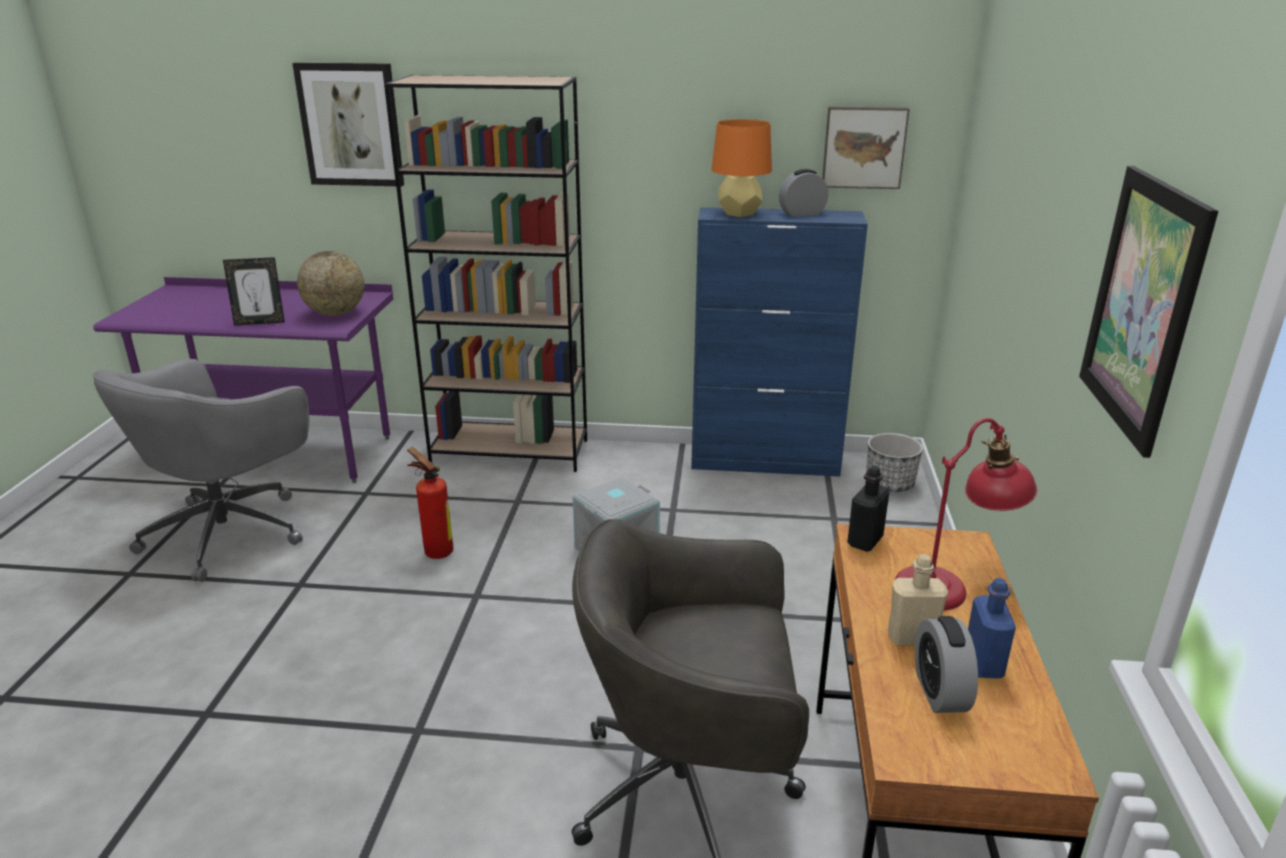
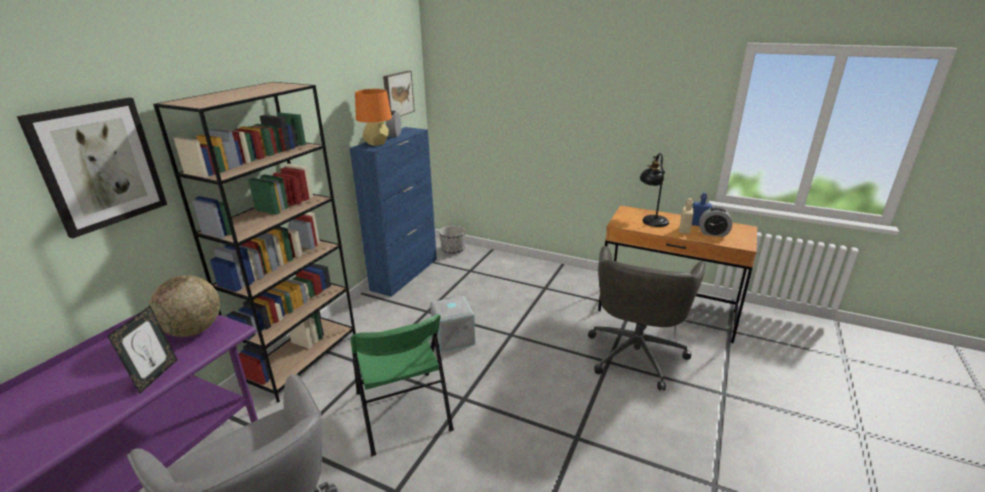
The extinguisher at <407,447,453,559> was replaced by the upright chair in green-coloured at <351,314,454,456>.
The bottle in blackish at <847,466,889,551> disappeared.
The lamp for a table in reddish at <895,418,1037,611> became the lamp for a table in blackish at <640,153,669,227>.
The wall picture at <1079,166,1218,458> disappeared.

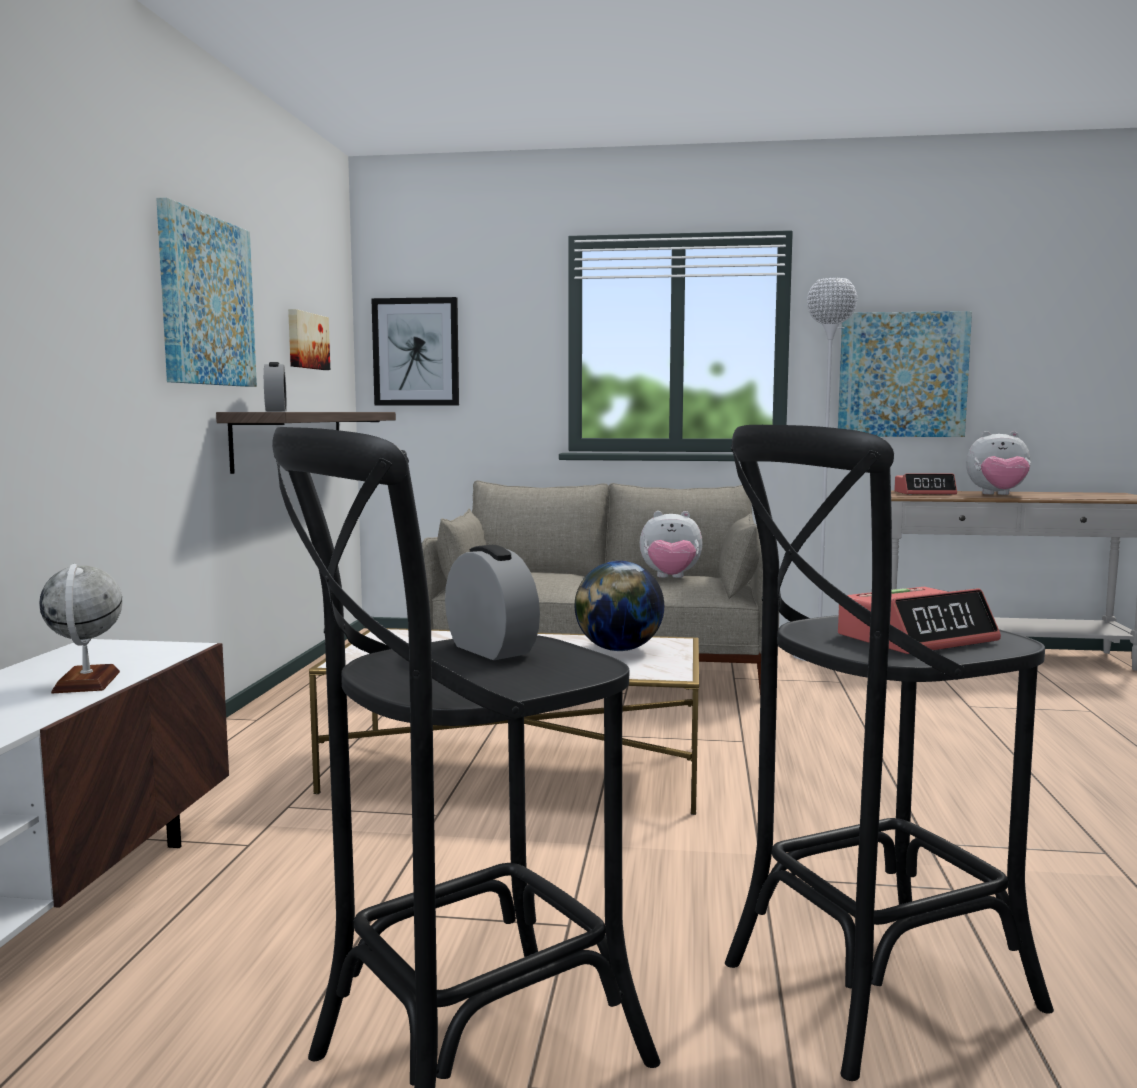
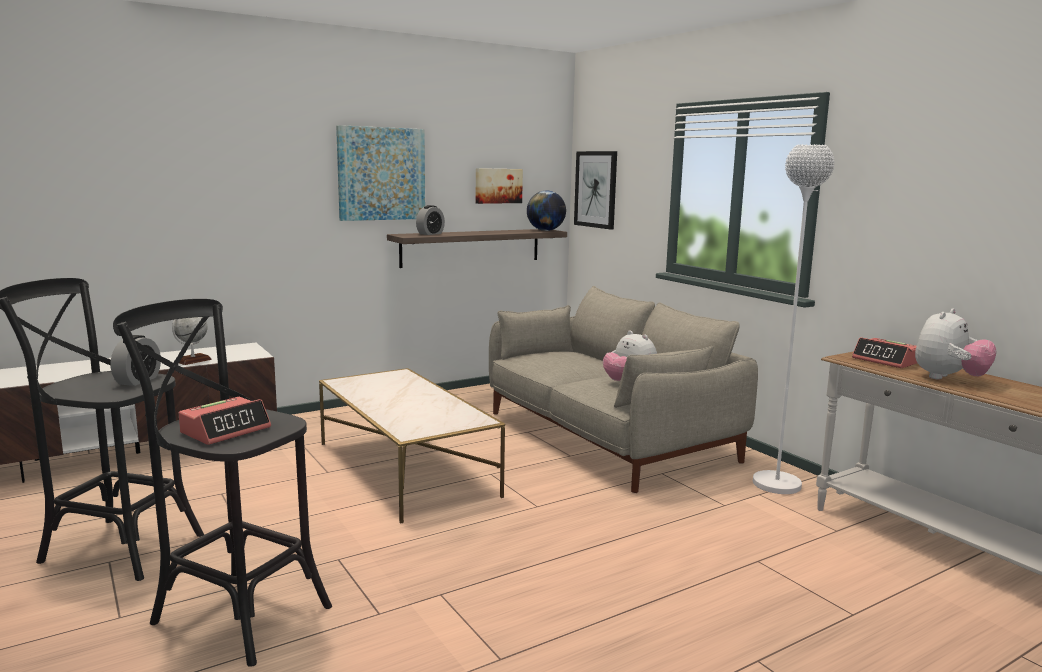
The desk globe moved from <575,561,664,651> to <527,191,566,231>.
The wall picture at <838,311,972,437> disappeared.
The alarm clock at <838,587,1001,654> turned 75 degrees counterclockwise.
The soft toy at <966,431,1031,495> turned 105 degrees counterclockwise.

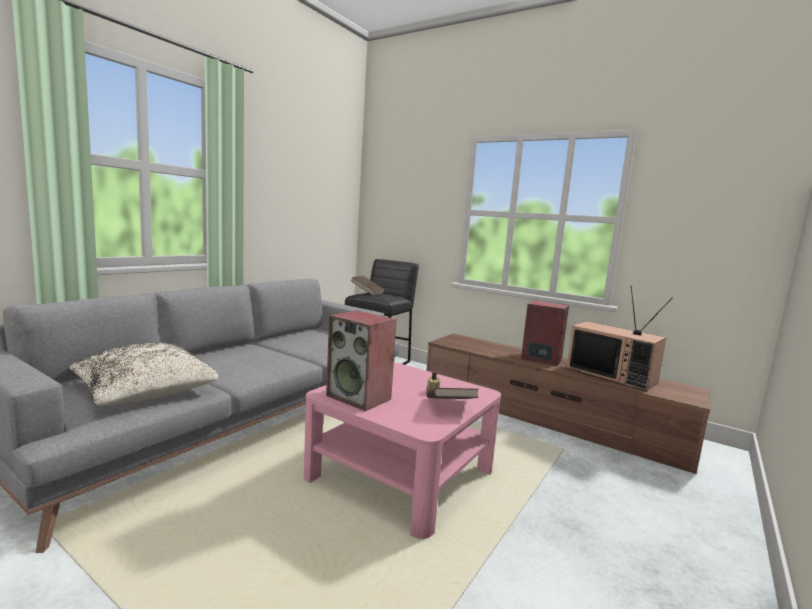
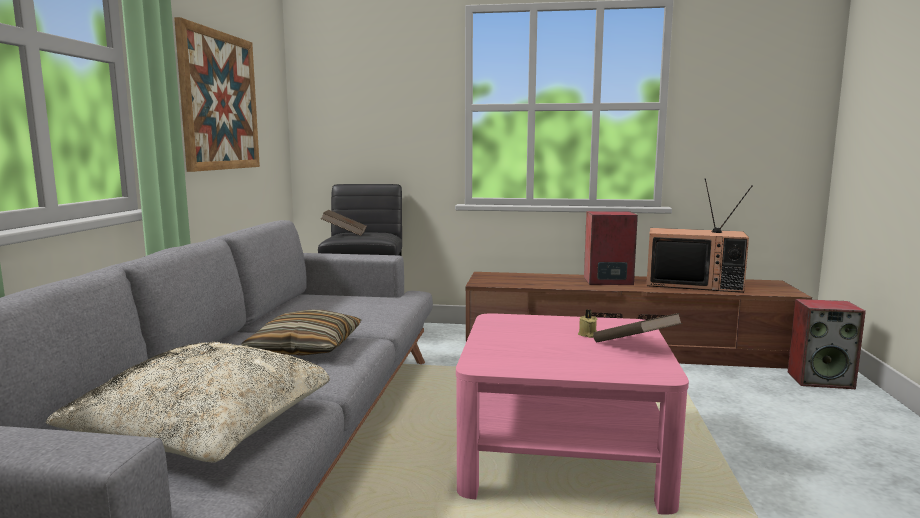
The audio speaker moved from <326,310,397,411> to <788,299,866,389>.
The wall picture at <174,17,260,172> appeared.
The cushion at <241,310,361,356> appeared.

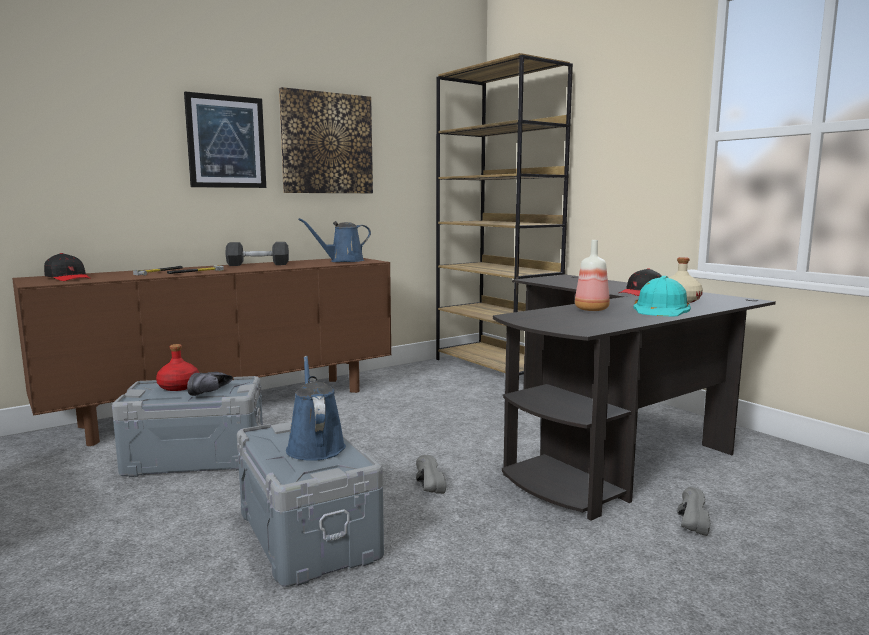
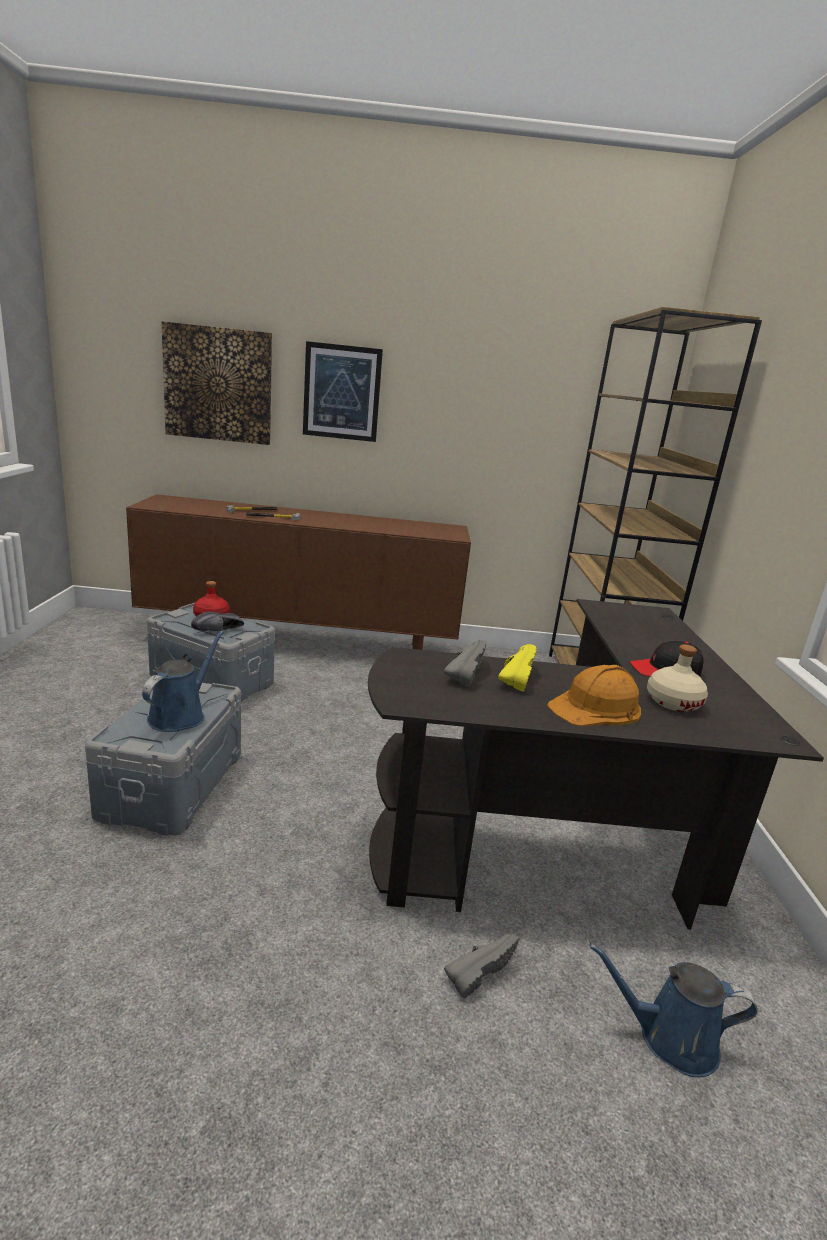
The cap in blackish at <44,253,90,281> disappeared.
The dumbbell in blackish at <226,242,289,266> disappeared.
The wall picture moved from <279,87,373,193> to <161,321,272,445>.
The sprinkling can in bluish moved from <298,218,371,262> to <589,943,758,1077>.
The item of footwear in gray moved from <416,455,446,494> to <444,640,487,687>.
The bottle at <575,240,610,311> was replaced by the item of footwear in yellowish at <498,644,537,692>.
The safety helmet in blue-green at <634,276,691,317> became the safety helmet in orange-coloured at <547,665,641,726>.

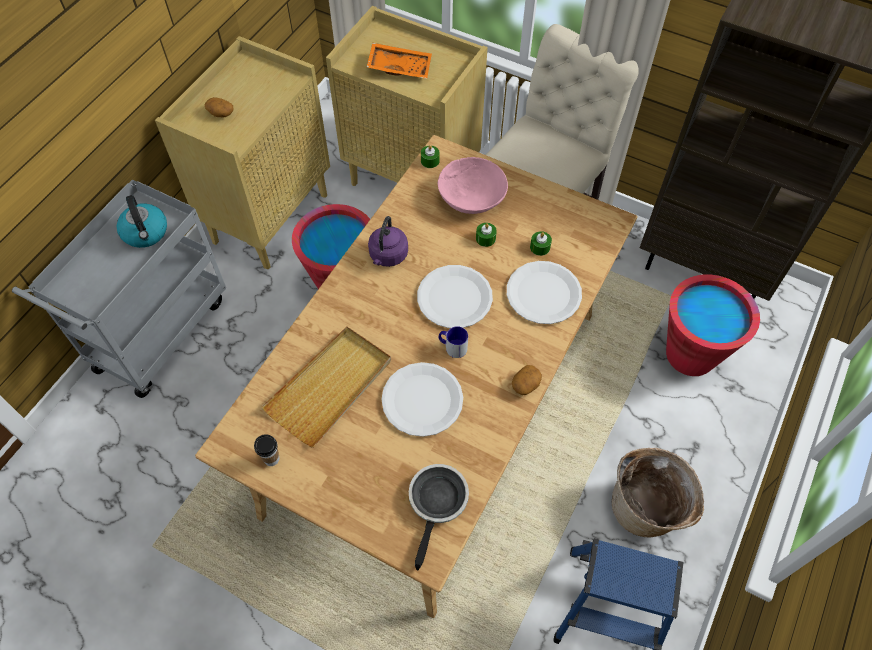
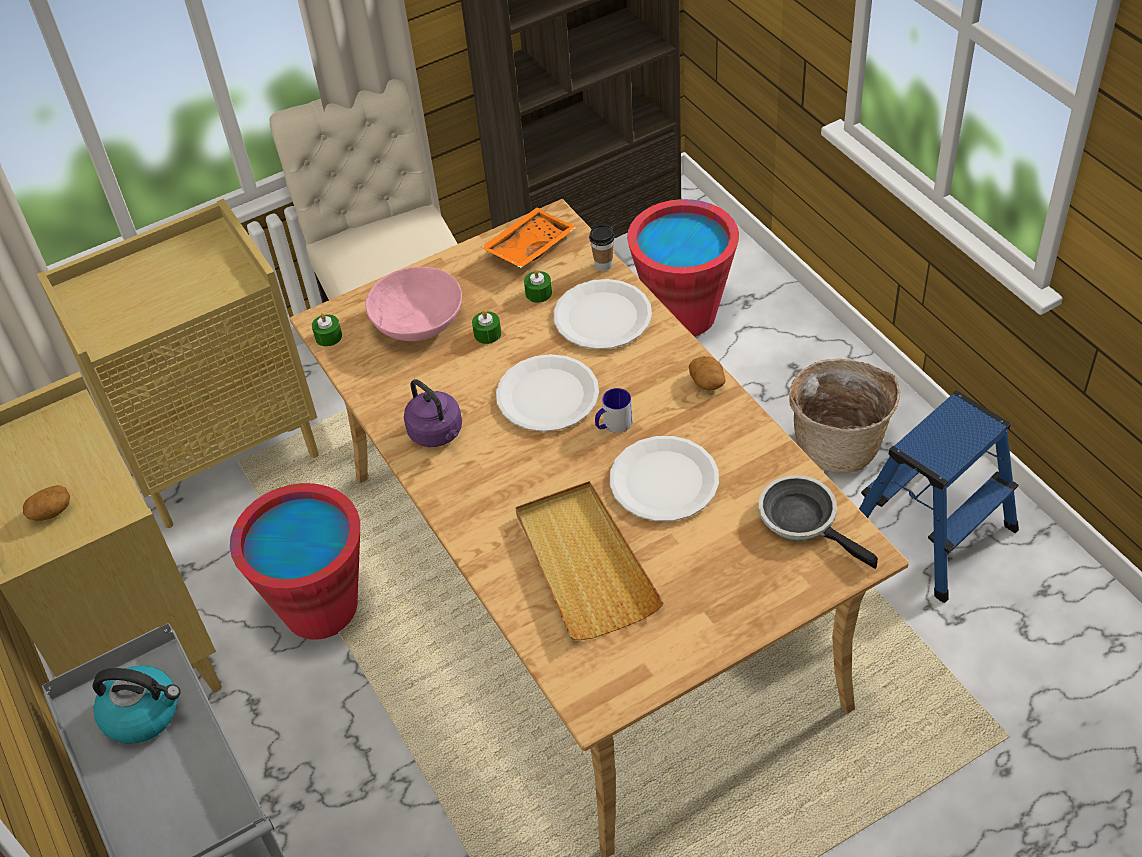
The small cup moved from <254,434,280,466> to <589,224,615,271>.
The serving tray in orange-coloured moved from <367,43,432,79> to <480,208,577,268>.

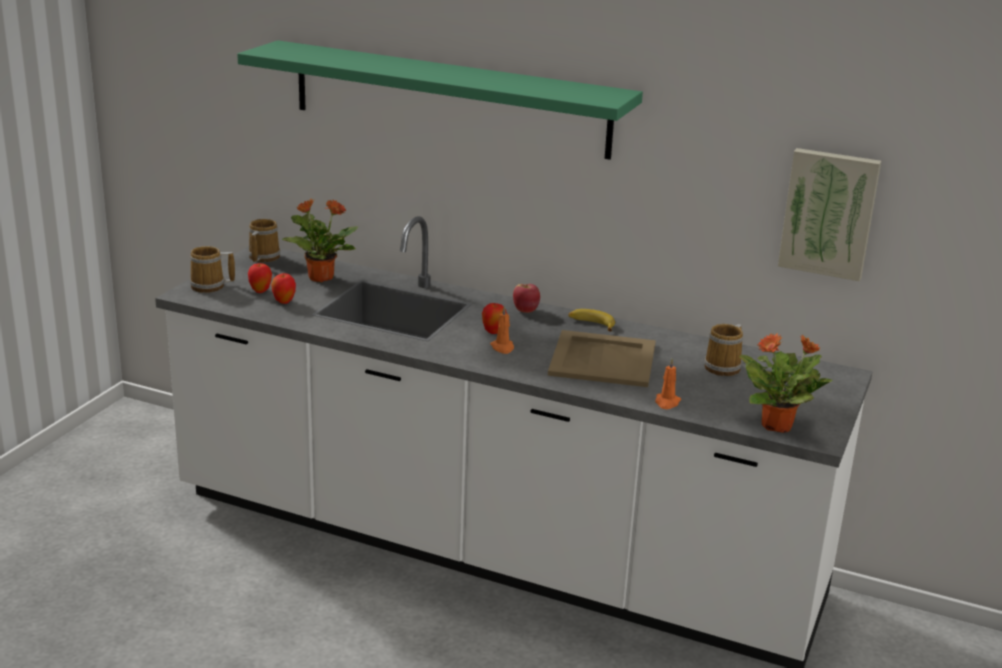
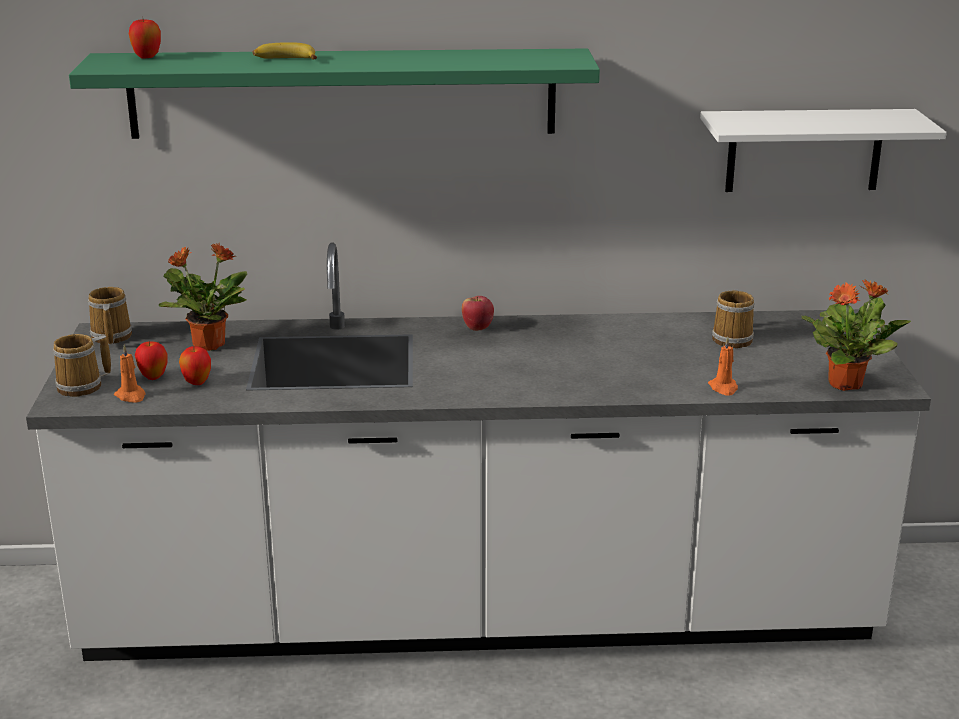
The apple fruit moved from <482,303,507,334> to <129,17,161,59>.
The wax candle in orange-coloured moved from <490,306,514,354> to <114,345,146,403>.
The serving tray in beige-coloured at <548,330,656,387> disappeared.
The whole banana moved from <568,309,615,331> to <253,42,317,60>.
The wall picture at <778,148,881,281> was replaced by the wall shelf in white-coloured at <700,109,947,192>.

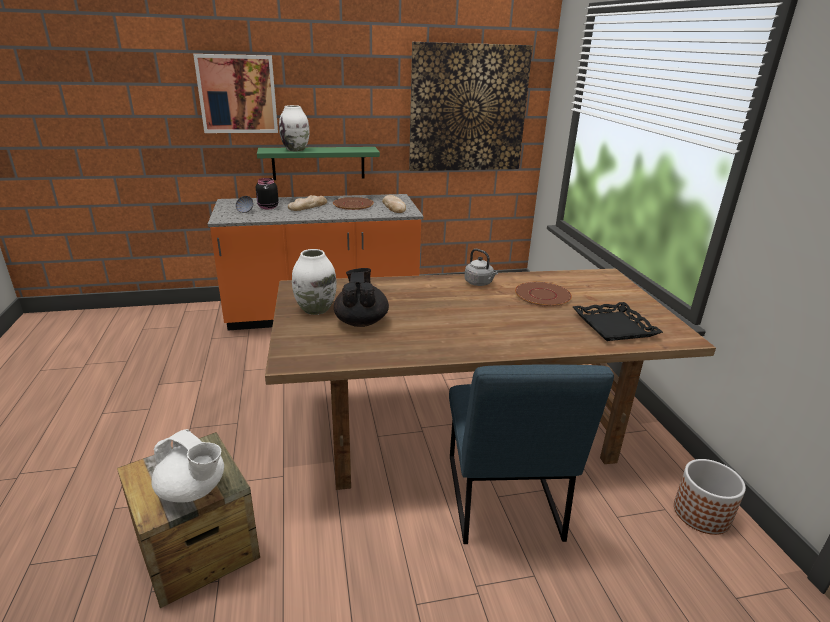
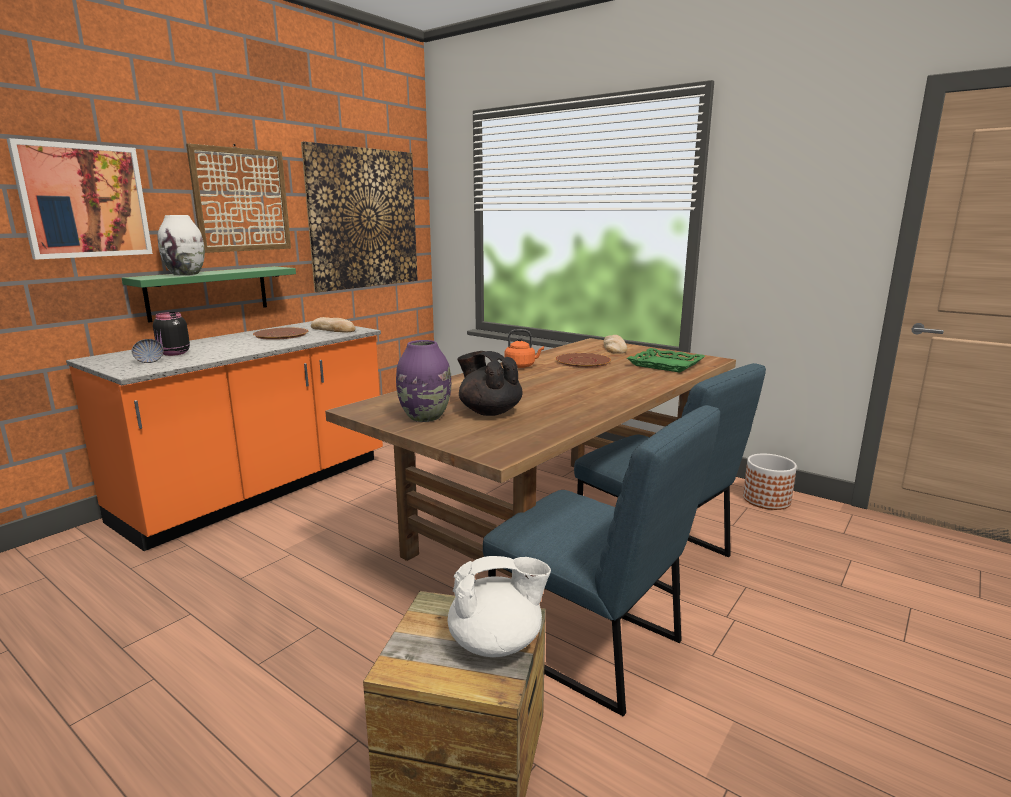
The bakery bread moved from <288,195,327,211> to <603,335,627,354>.
The vase in white-coloured at <292,249,337,315> became the vase in purple at <396,340,451,422>.
The kettle in gray at <464,249,498,286> became the kettle in orange-coloured at <504,329,544,368>.
The serving tray in blackish at <573,302,663,341> became the serving tray in green-coloured at <627,348,705,373>.
The wall picture at <186,143,291,253> appeared.
The upright chair in bluish at <483,405,720,716> appeared.

